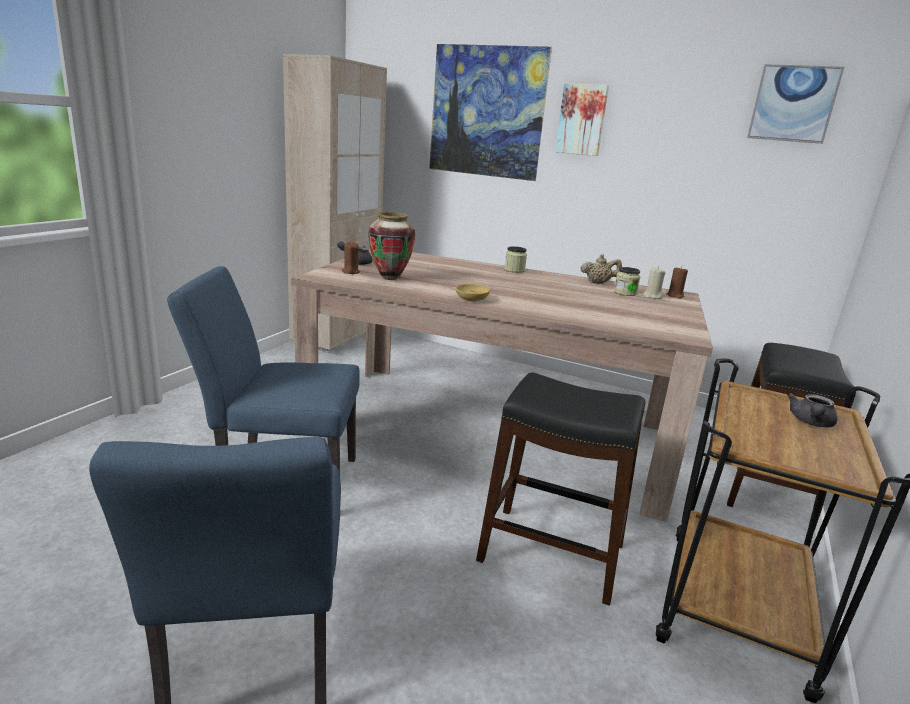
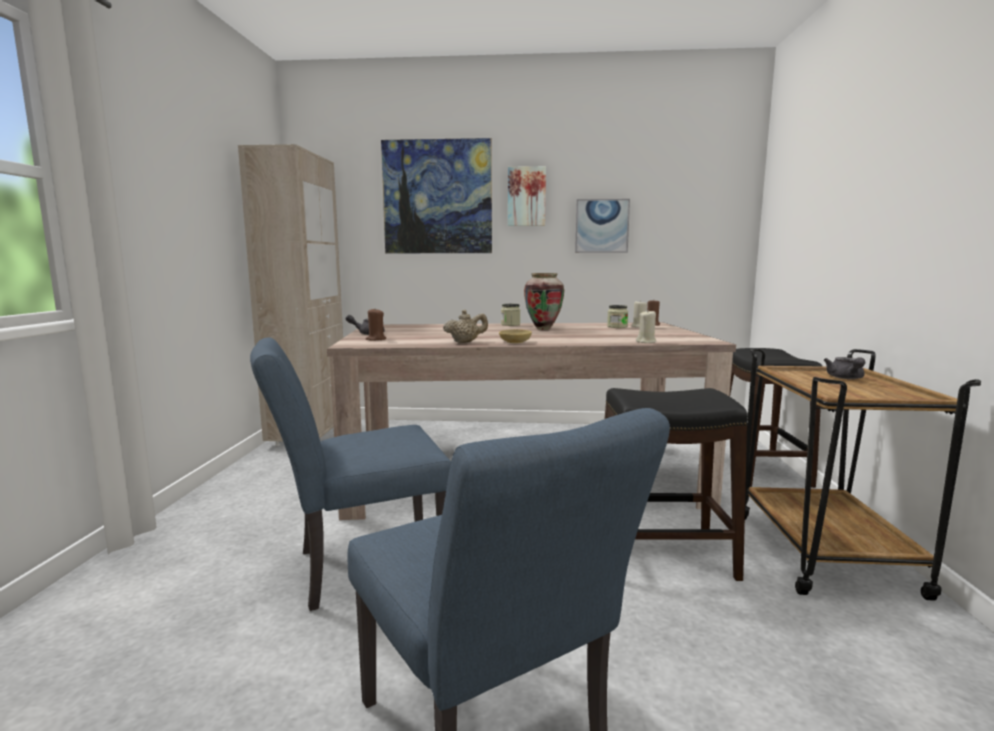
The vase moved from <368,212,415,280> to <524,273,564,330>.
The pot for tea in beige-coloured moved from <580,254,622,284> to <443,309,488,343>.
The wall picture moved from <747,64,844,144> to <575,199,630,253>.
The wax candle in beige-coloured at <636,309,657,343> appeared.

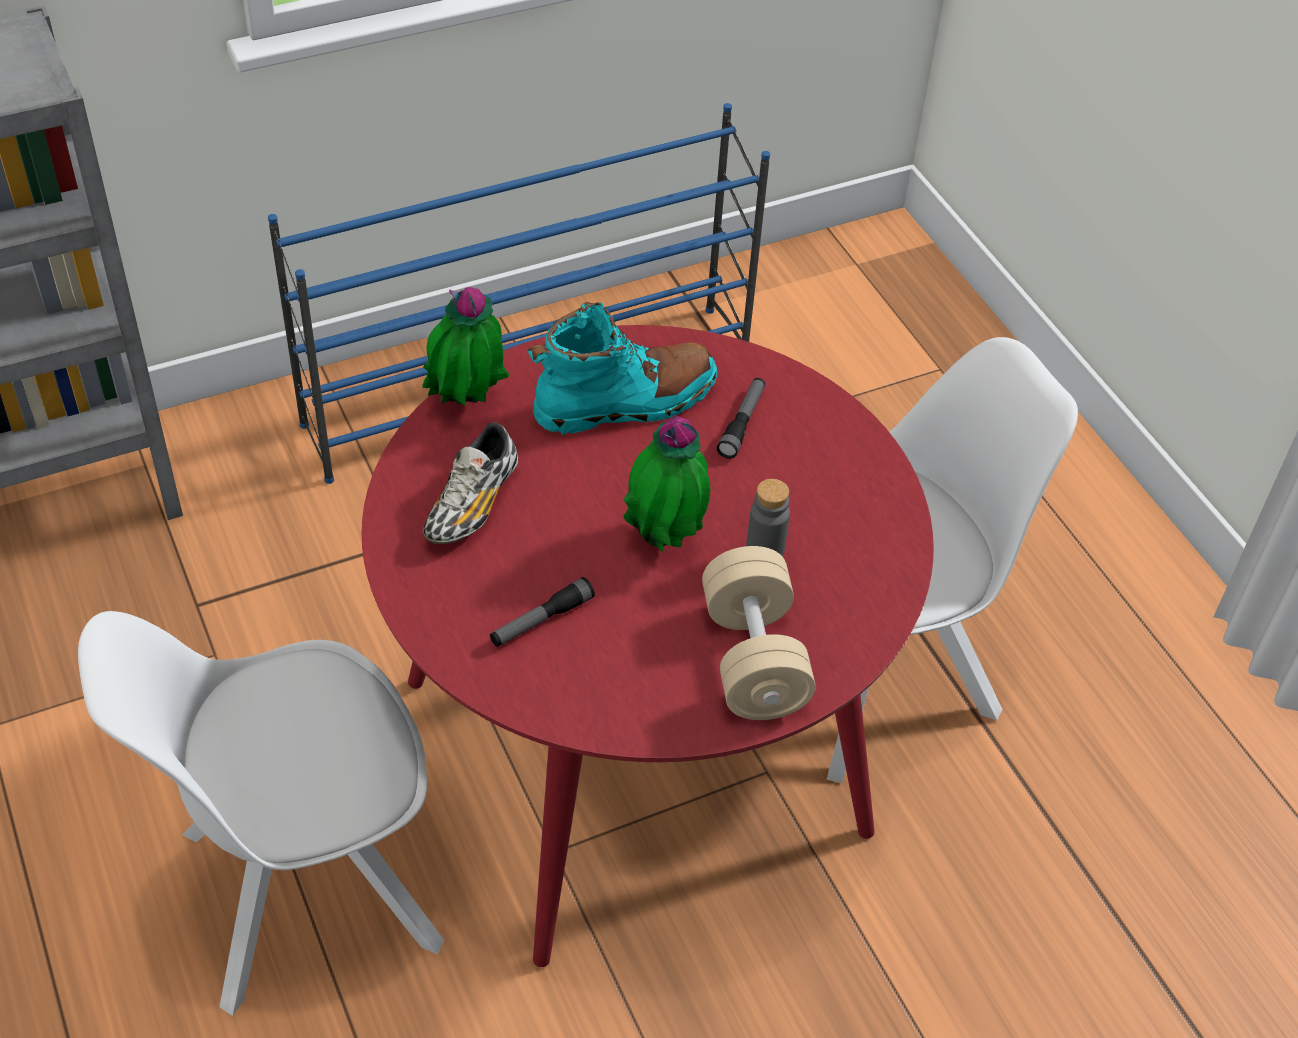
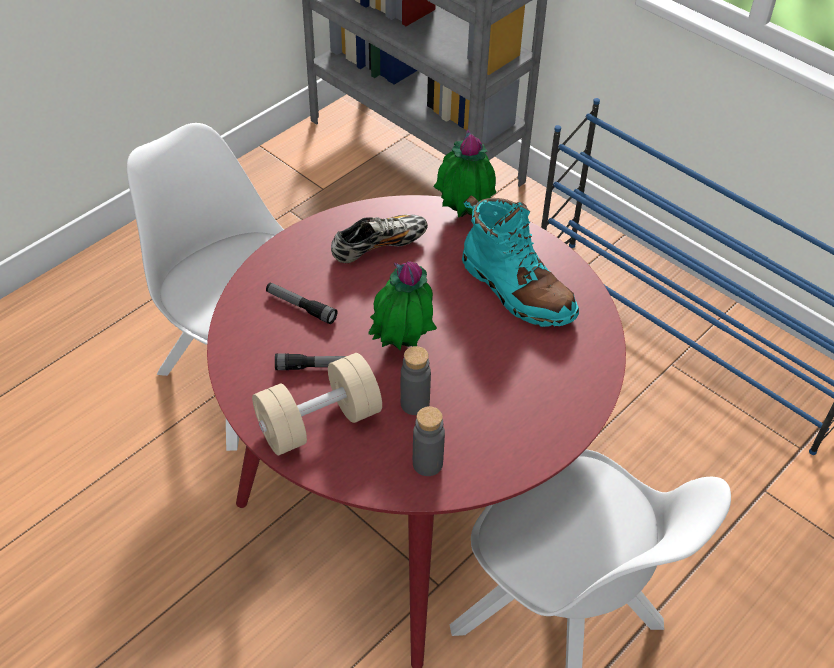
The item of footwear at <423,422,518,544> turned 150 degrees clockwise.
The flashlight moved from <717,378,765,459> to <275,353,346,370>.
The bottle in gray at <413,406,445,476> appeared.

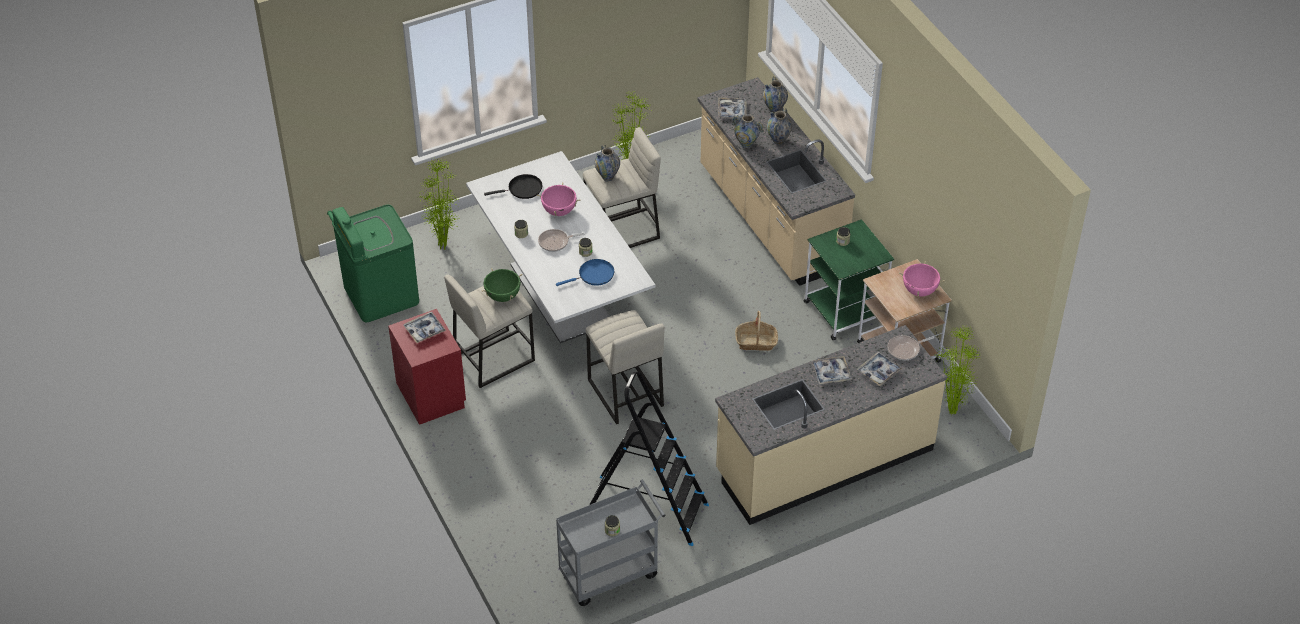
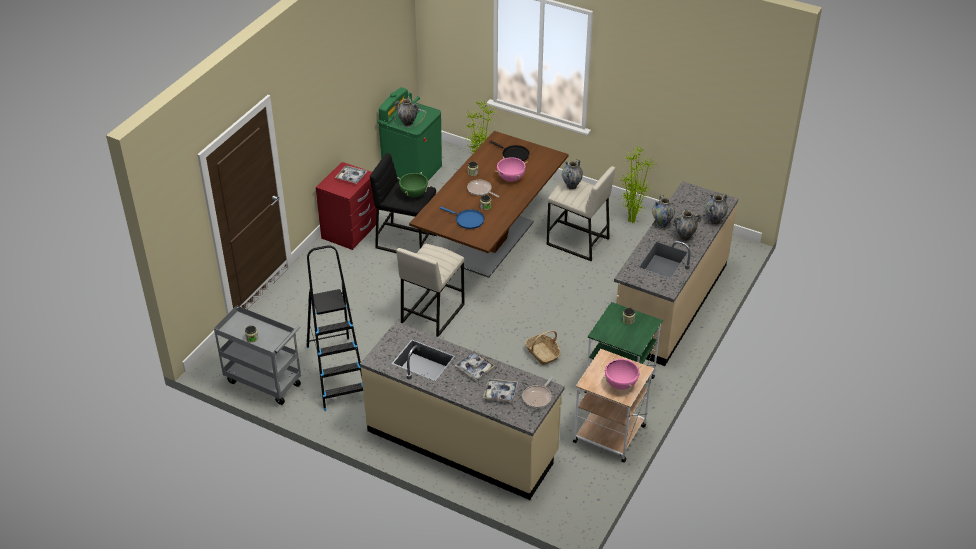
The stool in beige-coloured at <444,274,535,388> became the stool in blackish at <370,153,437,253>.
The dinner table in white-coloured at <466,151,655,343> became the dinner table in brownish at <409,131,569,278>.
The serving tray at <718,98,747,118> disappeared.
The skillet at <887,335,934,360> turned 90 degrees counterclockwise.
The potted plant at <936,325,981,415> disappeared.
The vase at <394,98,420,126> appeared.

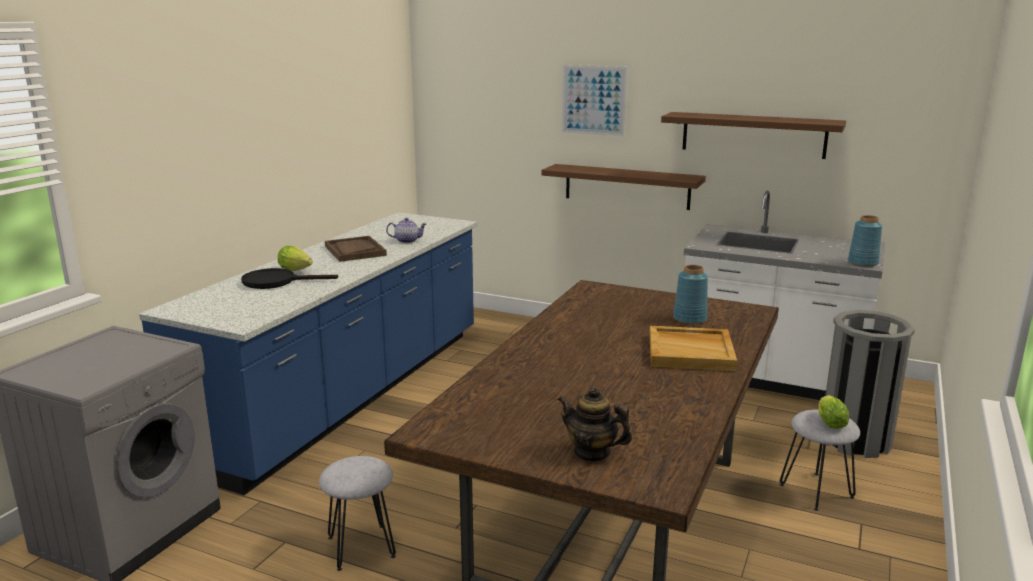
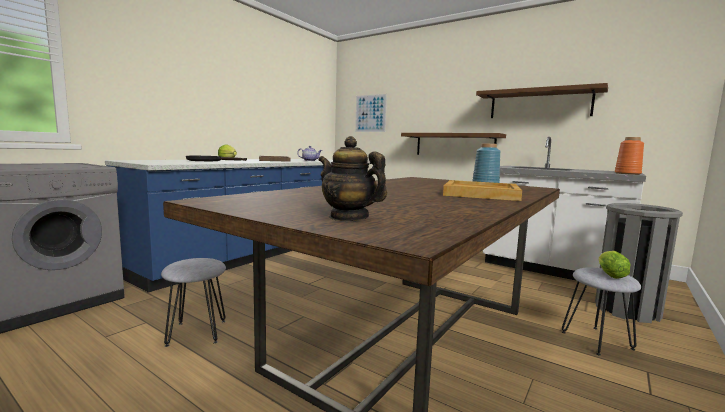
The wall picture moved from <562,65,627,136> to <355,94,387,132>.
The vase in bluish at <848,215,882,267> became the vase in orange-coloured at <615,137,644,175>.

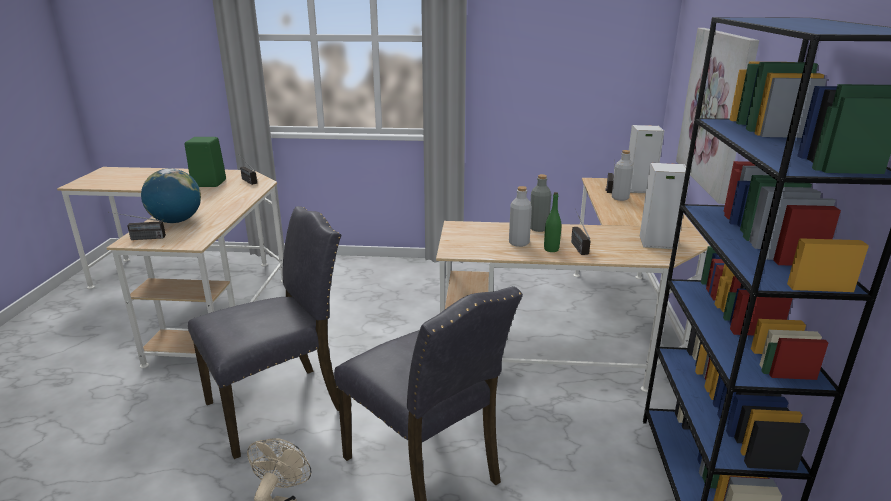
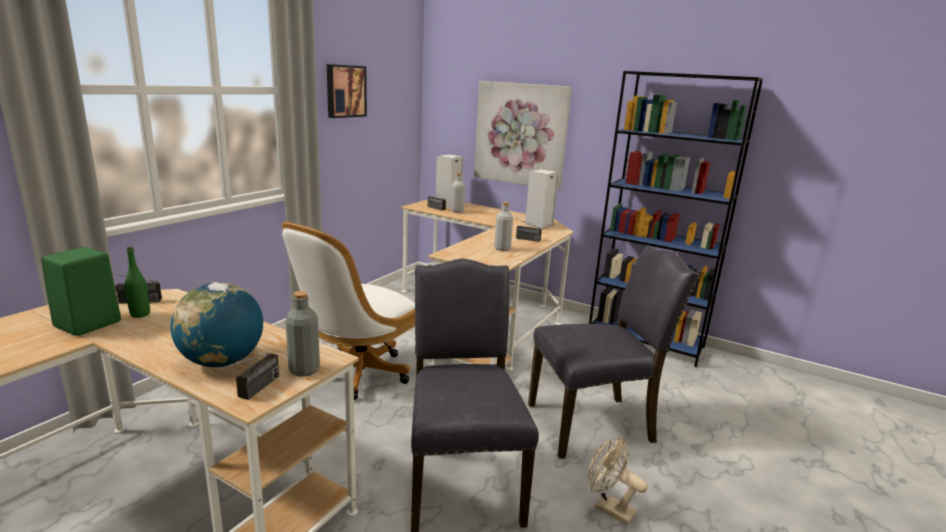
The bottle in gray moved from <530,174,551,232> to <285,291,320,377>.
The bottle in green-coloured moved from <544,192,561,252> to <125,247,150,318>.
The computer chair in white-coloured at <282,222,415,400> appeared.
The wall picture at <327,64,367,118> appeared.

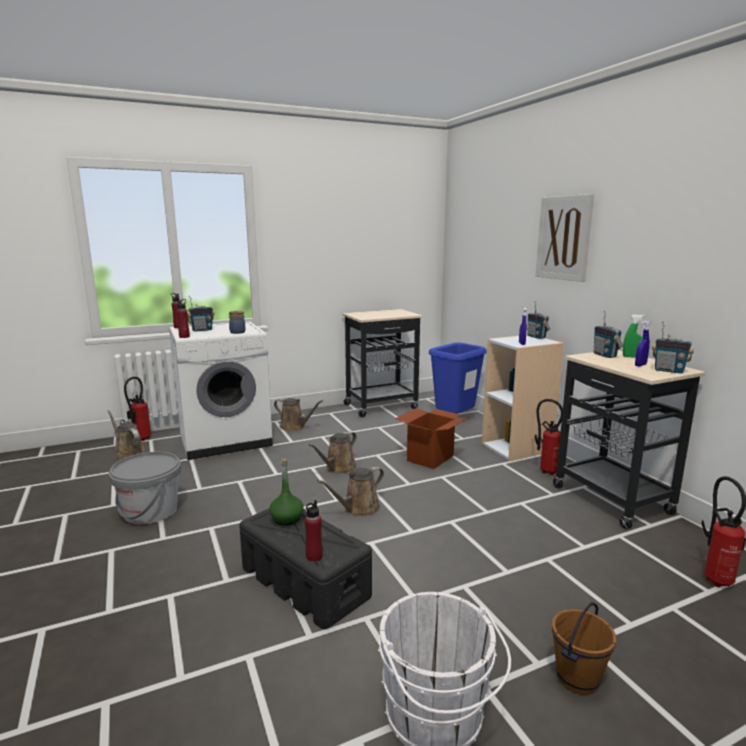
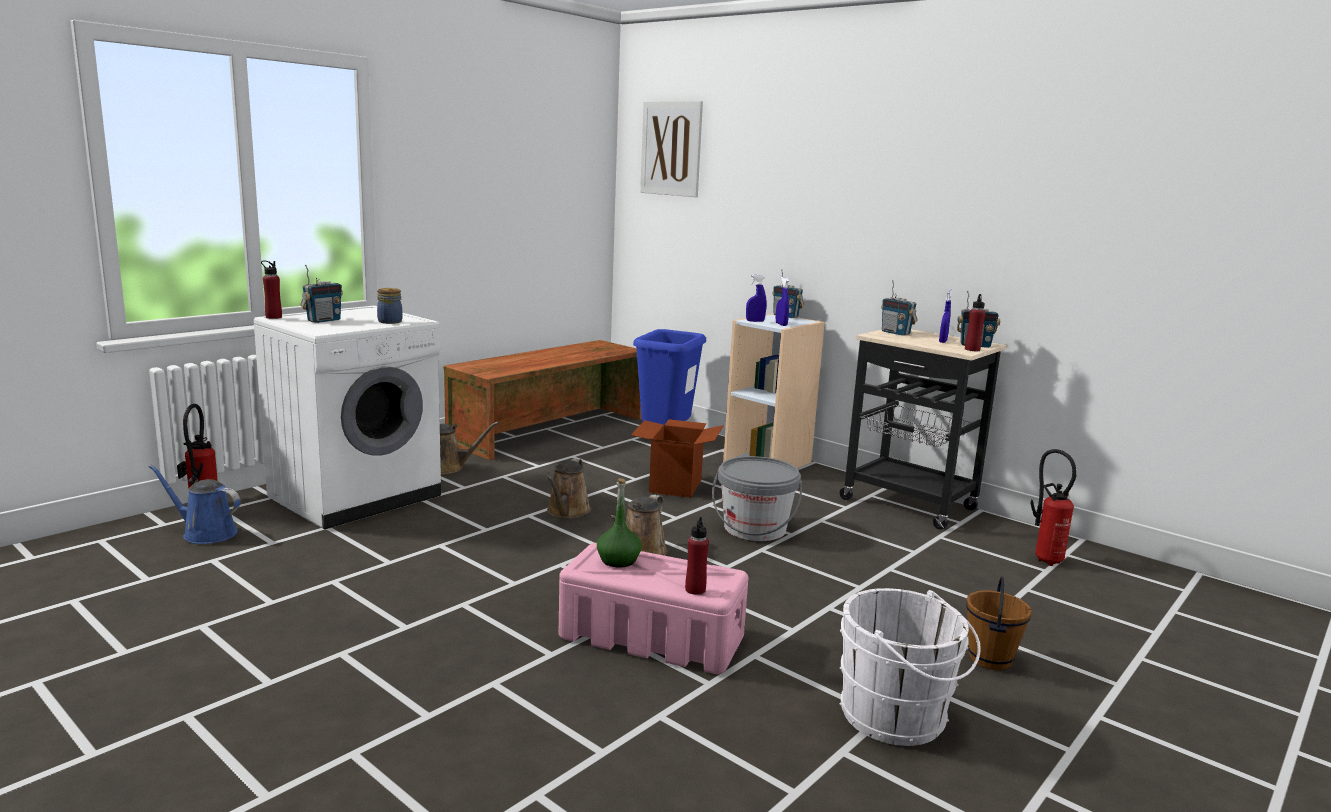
The sprinkling can in brownish at <108,410,145,460> became the sprinkling can in bluish at <149,465,241,544>.
The bucket in gray moved from <109,452,181,524> to <712,456,802,541>.
The bottle in reddish moved from <177,299,190,338> to <965,294,986,351>.
The storage container in blackish at <239,509,372,629> became the storage container in pink-coloured at <559,543,748,674>.
The trolley at <343,309,423,417> was replaced by the indoor bench in brownish at <444,340,642,460>.
The wall picture moved from <535,194,594,282> to <640,101,703,197>.
The extinguisher at <535,399,563,475> disappeared.
The spray bottle in green-coloured at <623,314,646,358> disappeared.
The spray bottle in bluish at <746,275,767,322> appeared.

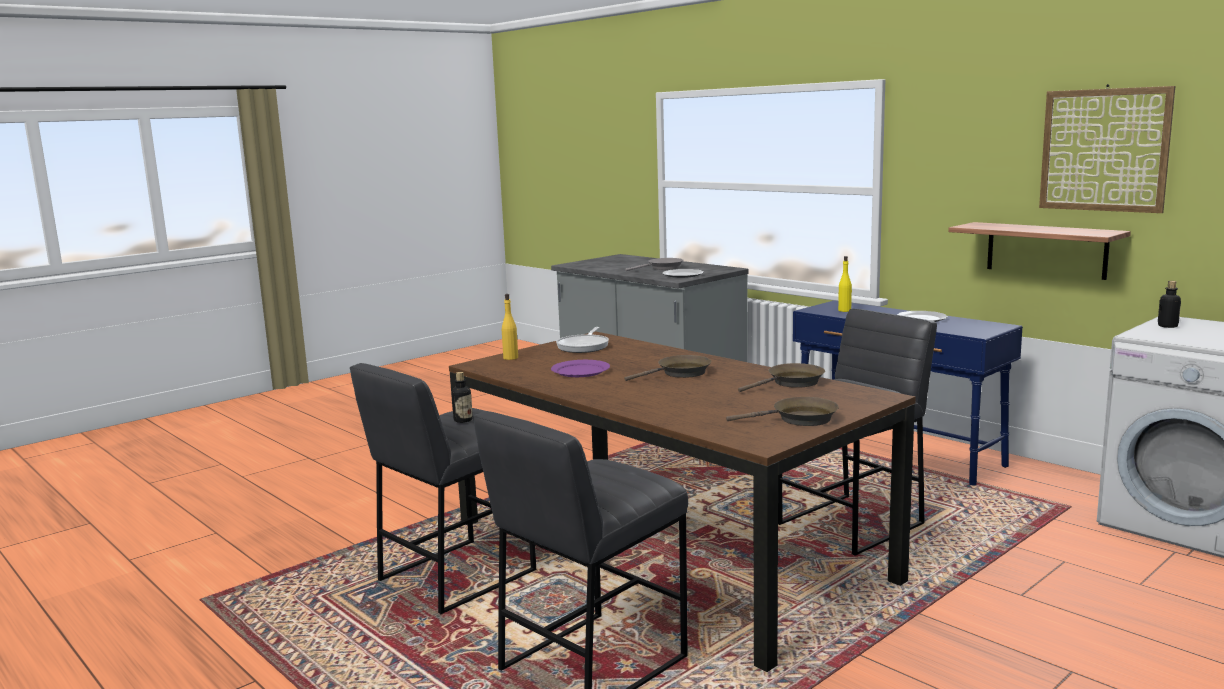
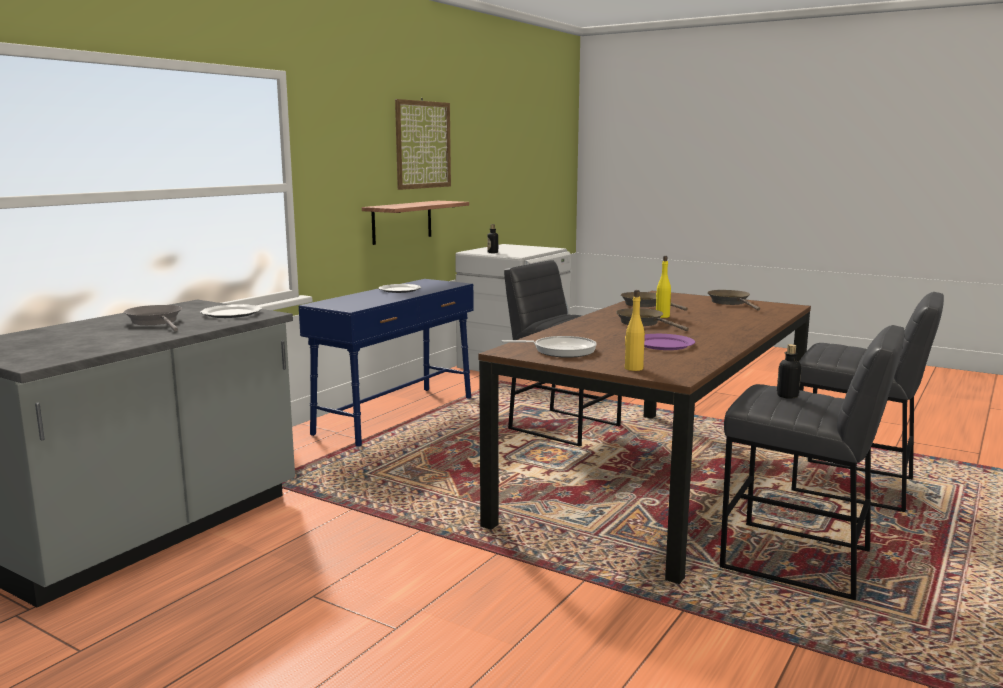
The bottle in yellowish moved from <838,256,852,312> to <656,256,671,318>.

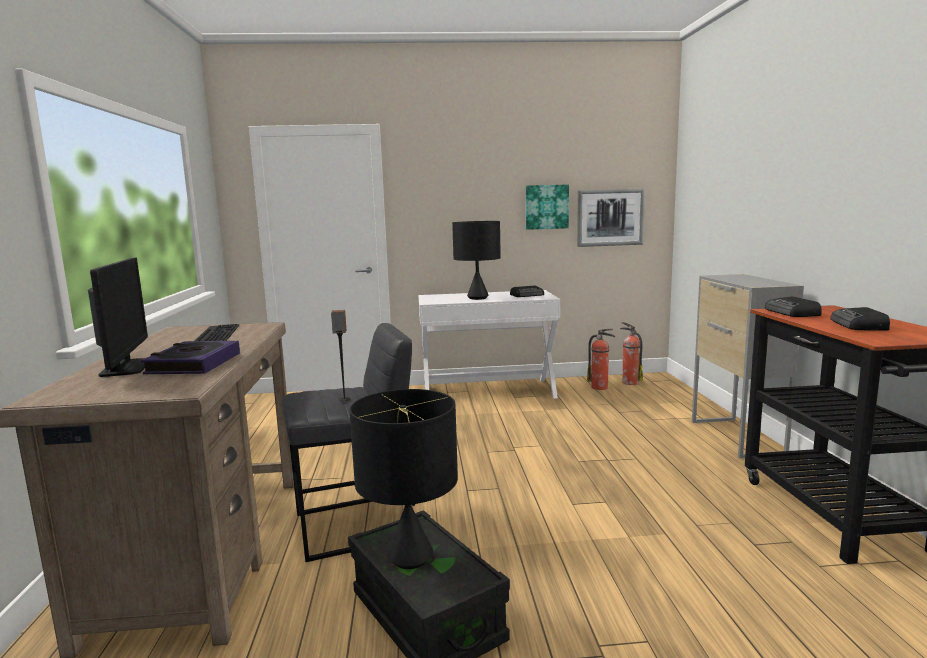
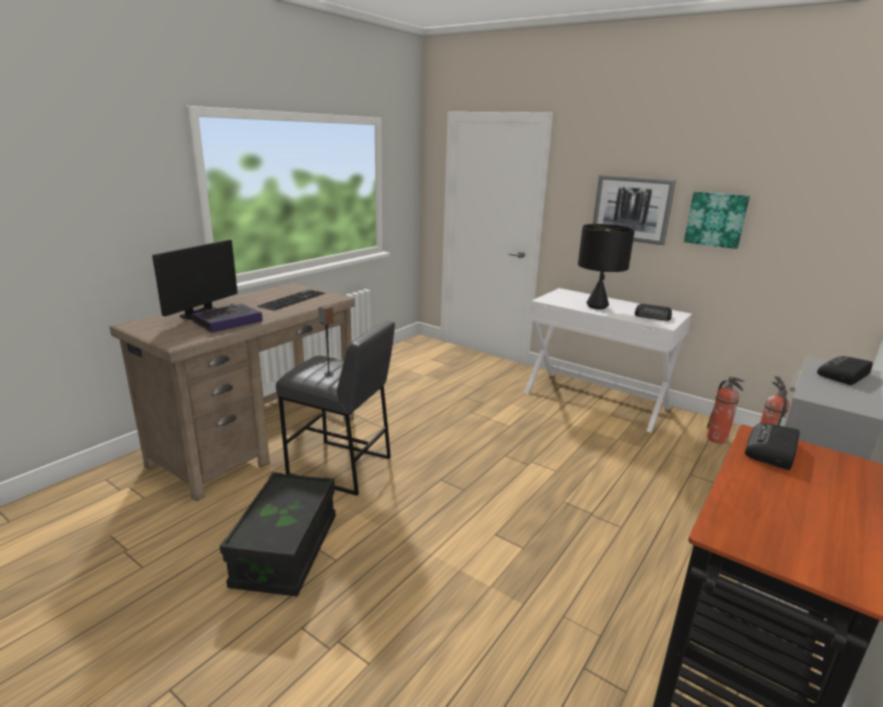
The lamp for a table in blackish at <349,389,458,569> disappeared.
The wall picture moved from <577,189,645,247> to <593,175,676,245>.
The radio moved from <830,307,890,331> to <817,356,873,385>.

